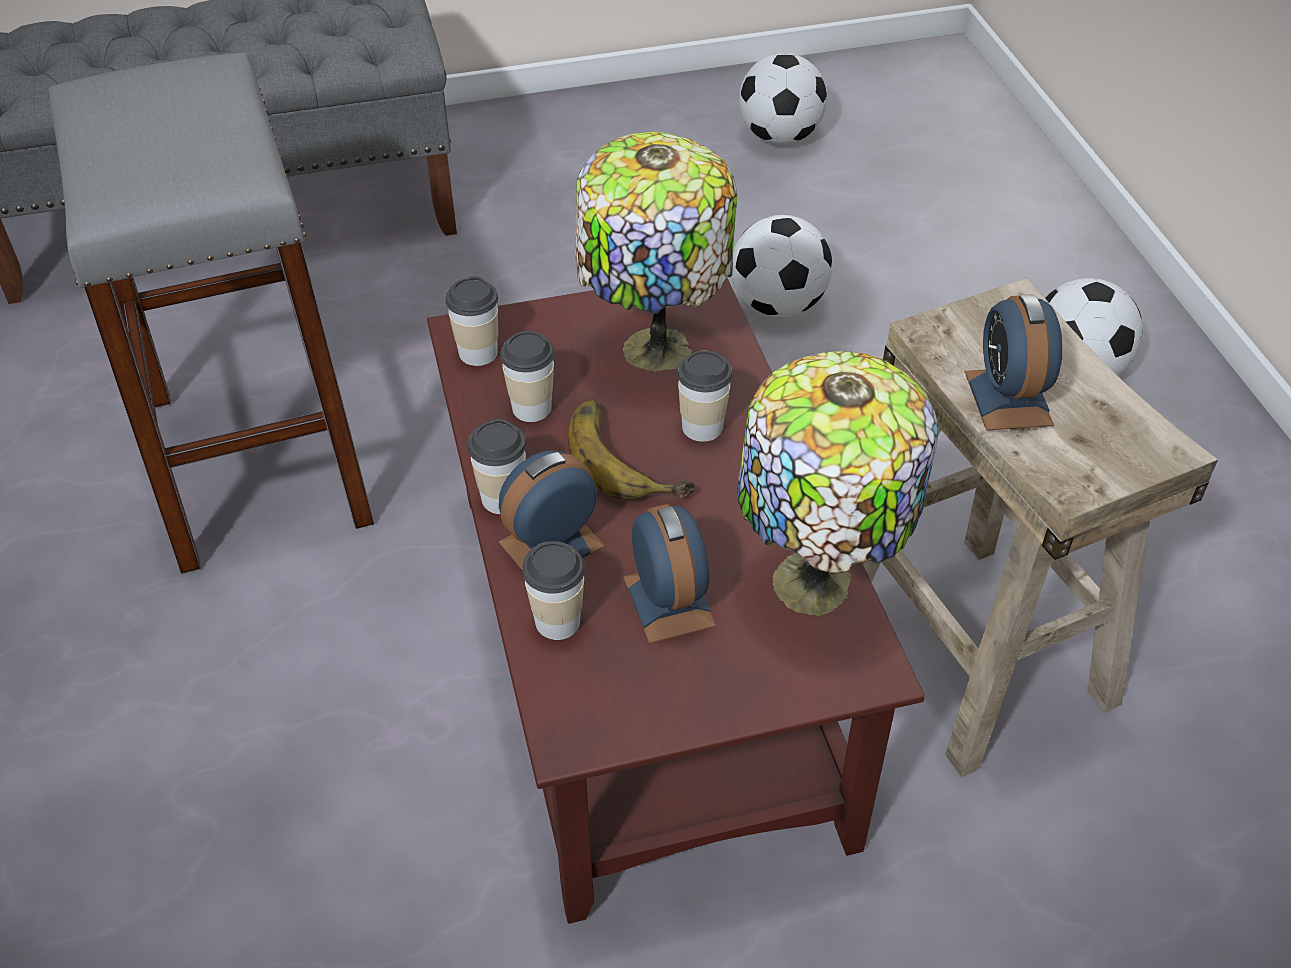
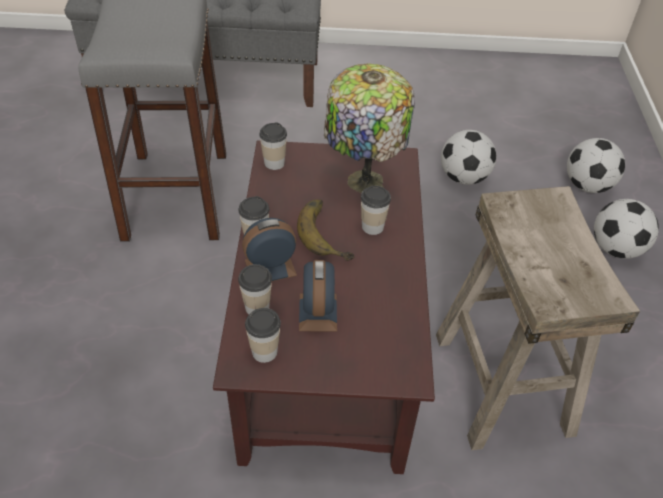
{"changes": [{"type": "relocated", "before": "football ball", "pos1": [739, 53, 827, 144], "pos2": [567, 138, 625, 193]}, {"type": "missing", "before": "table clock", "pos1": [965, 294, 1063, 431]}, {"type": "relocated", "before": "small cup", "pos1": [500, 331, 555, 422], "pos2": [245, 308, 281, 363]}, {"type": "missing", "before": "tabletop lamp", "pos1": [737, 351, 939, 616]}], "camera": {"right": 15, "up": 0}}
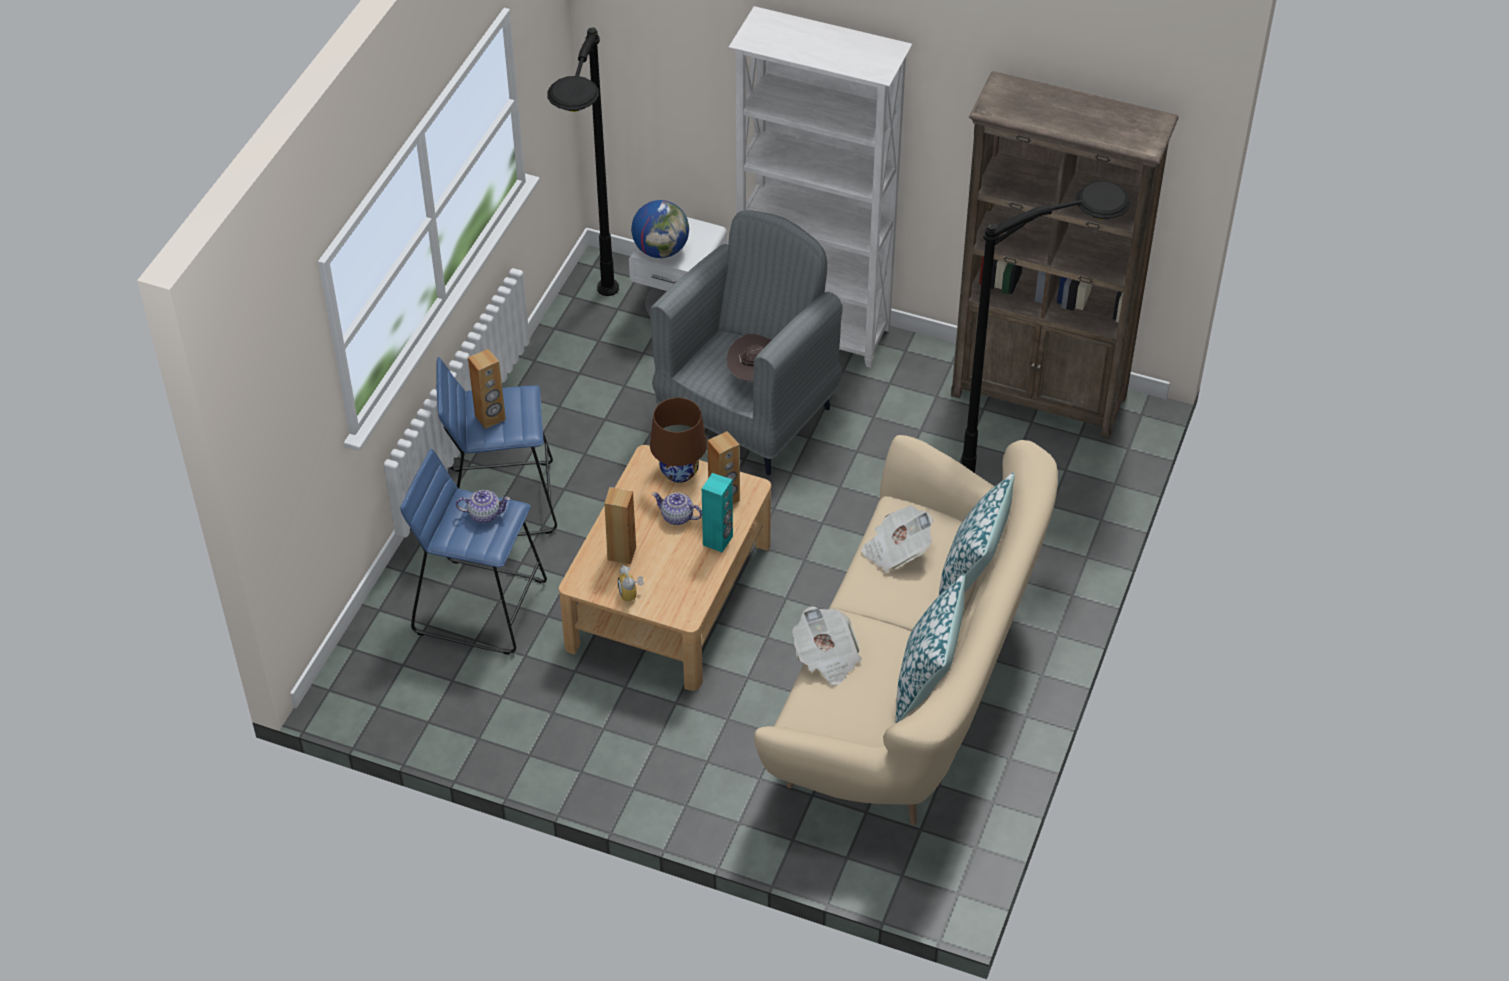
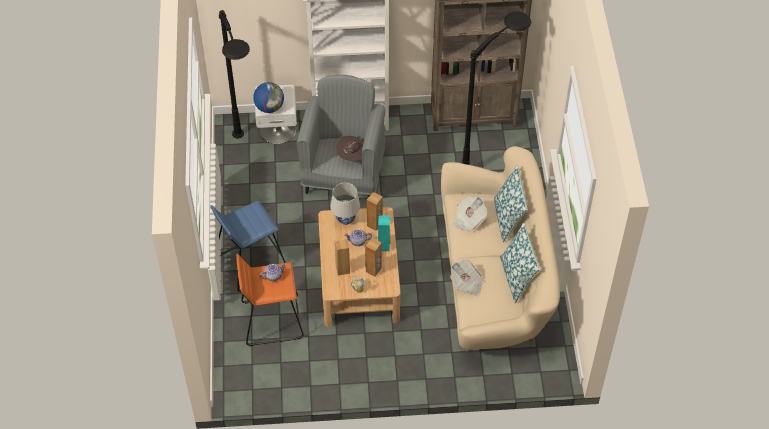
{"changes": [{"type": "relocated", "before": "audio speaker (brown)", "pos1": [468, 349, 506, 429], "pos2": [365, 238, 382, 276]}, {"type": "colour", "before": "tabletop lamp (brown)", "after": "tabletop lamp (white-coloured)", "pos1": [650, 398, 707, 483], "pos2": [331, 183, 360, 225]}, {"type": "colour", "before": "sitting stool (blue-coloured)", "after": "sitting stool (orange-coloured)", "pos1": [400, 449, 547, 655], "pos2": [236, 254, 304, 346]}], "camera": {"right": -25, "up": 5}}
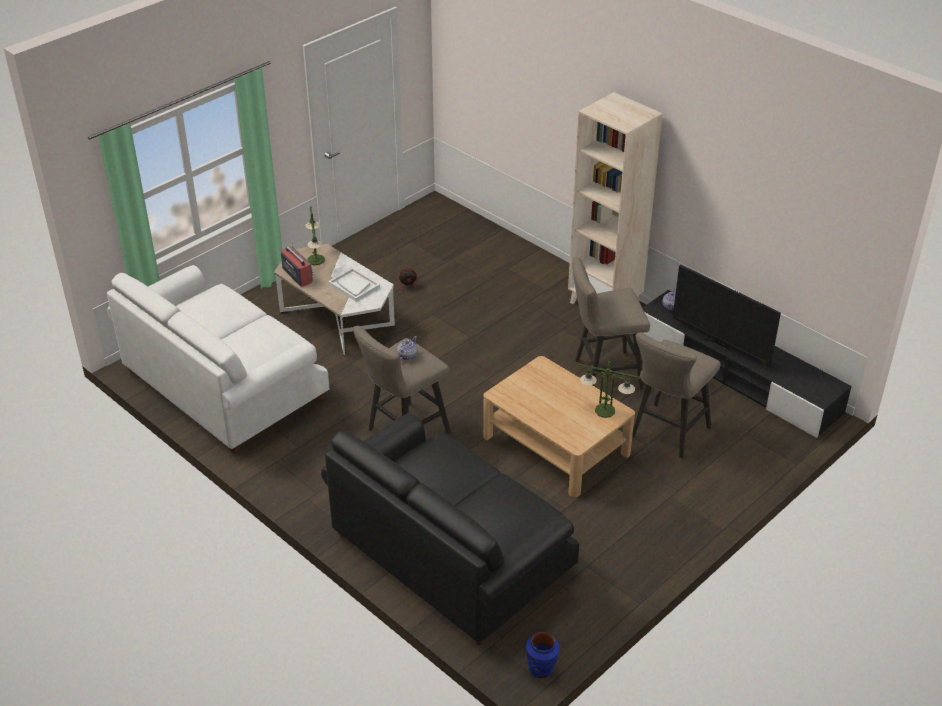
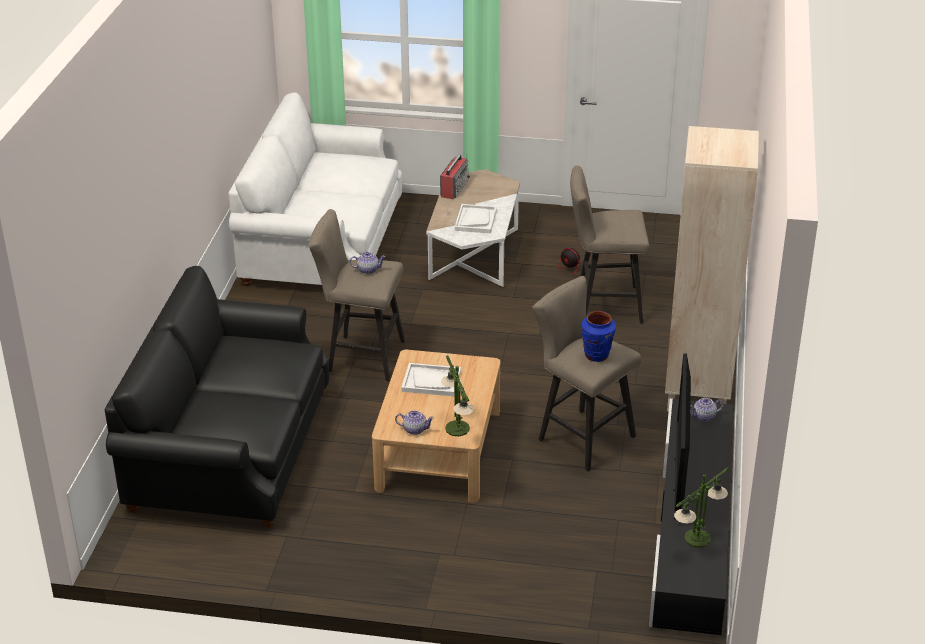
{"changes": [{"type": "relocated", "before": "tabletop lamp", "pos1": [305, 206, 325, 265], "pos2": [674, 467, 730, 547]}, {"type": "relocated", "before": "sitting stool (beige-coloured)", "pos1": [632, 333, 721, 459], "pos2": [570, 166, 650, 323]}, {"type": "relocated", "before": "flower vase (blue-coloured)", "pos1": [526, 632, 559, 678], "pos2": [581, 311, 616, 362]}, {"type": "appeared", "after": "serving tray (white-coloured)", "pos2": [402, 363, 461, 396]}, {"type": "appeared", "after": "tea pot", "pos2": [395, 410, 434, 435]}], "camera": {"right": 55, "up": -5}}
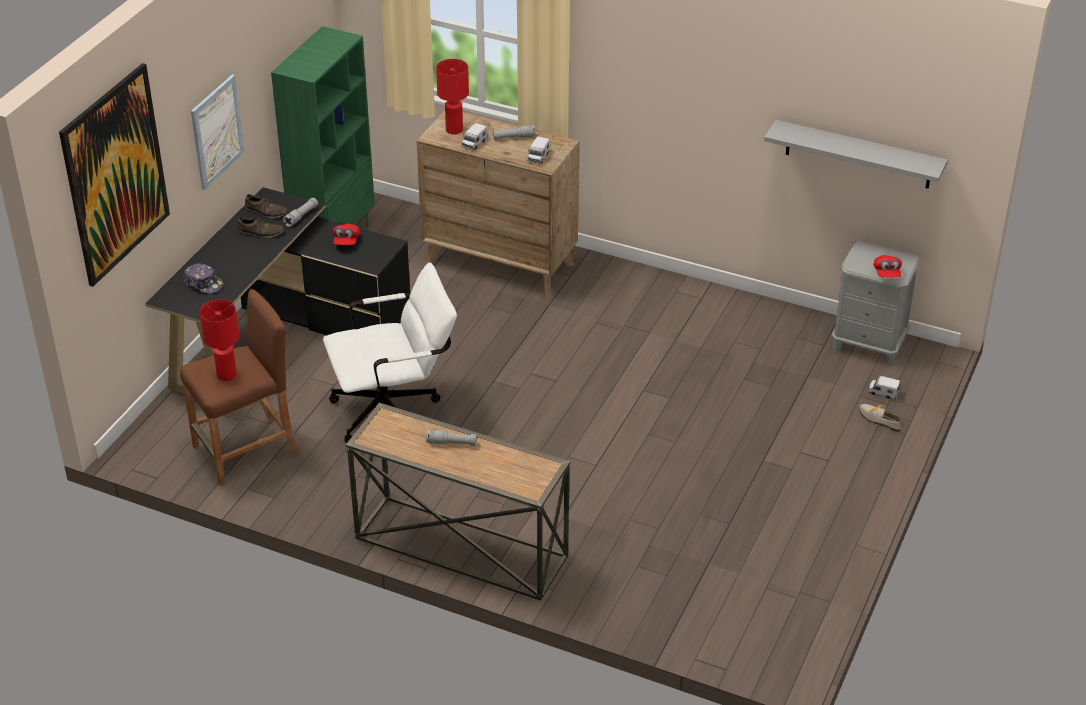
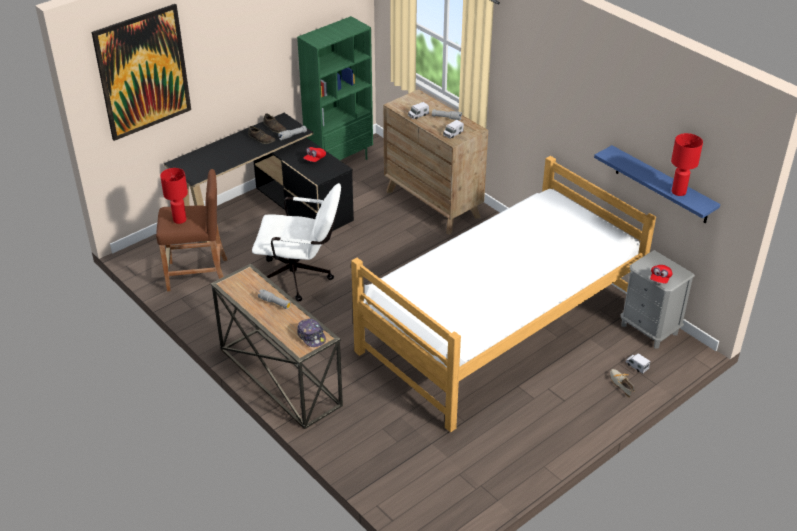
{"changes": [{"type": "relocated", "before": "tabletop lamp (red-coloured)", "pos1": [436, 59, 469, 134], "pos2": [671, 133, 703, 196]}, {"type": "missing", "before": "picture", "pos1": [191, 74, 244, 190]}, {"type": "colour", "before": "shelf (grey)", "after": "shelf (blue-coloured)", "pos1": [764, 120, 948, 189], "pos2": [594, 145, 721, 223]}, {"type": "relocated", "before": "baseball cap", "pos1": [183, 263, 224, 294], "pos2": [297, 319, 326, 347]}, {"type": "appeared", "after": "bedroom bed", "pos2": [351, 156, 656, 432]}], "camera": {"right": 25, "up": 0}}
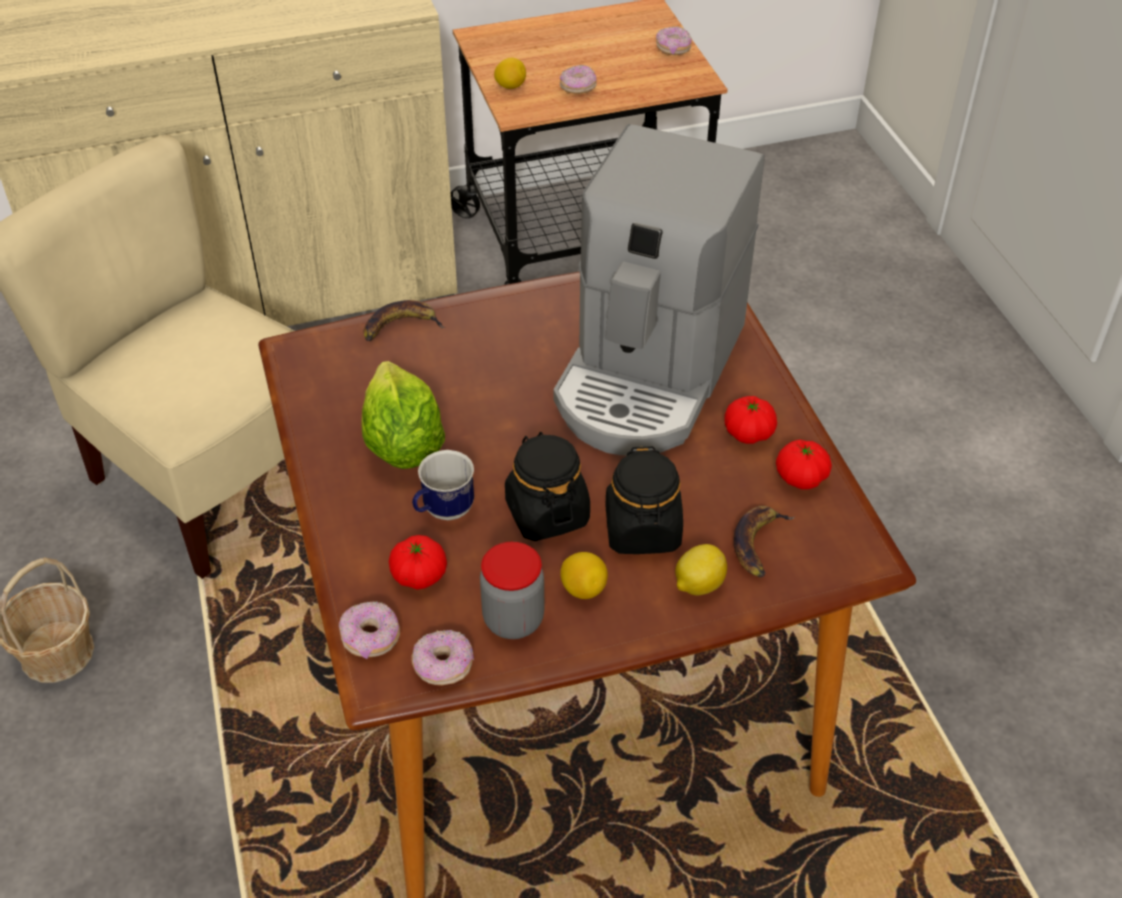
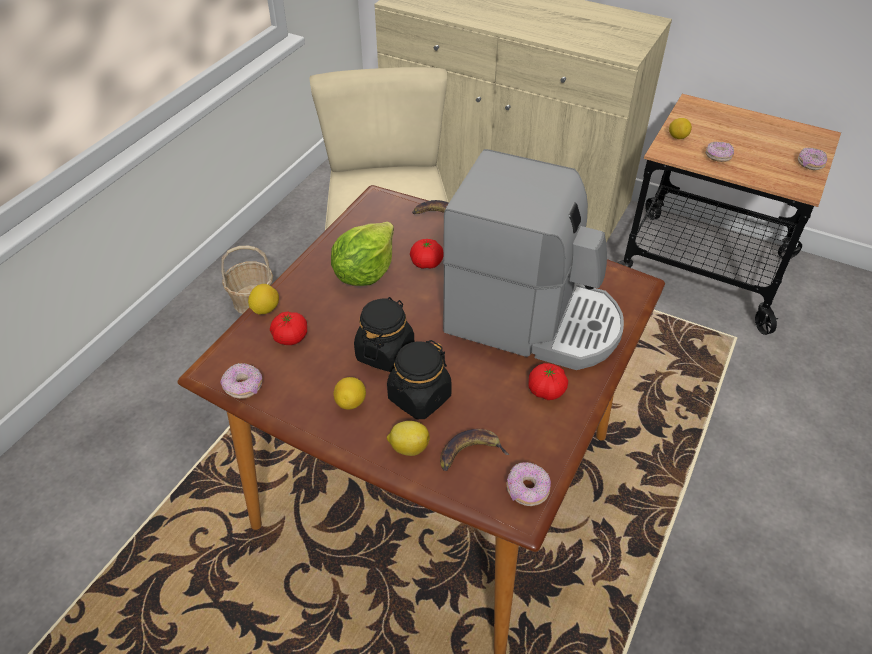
{"changes": [{"type": "spun", "before": "coffee maker", "pos1": [554, 124, 765, 456], "pos2": [443, 149, 624, 370], "turn": -135}, {"type": "relocated", "before": "whole tomato", "pos1": [776, 439, 832, 489], "pos2": [410, 239, 443, 269]}, {"type": "missing", "before": "coffee mug", "pos1": [412, 450, 474, 520]}, {"type": "missing", "before": "jar", "pos1": [480, 542, 545, 639]}, {"type": "relocated", "before": "donut", "pos1": [339, 601, 400, 659], "pos2": [506, 462, 551, 506]}, {"type": "appeared", "after": "whole lemon", "pos2": [248, 284, 279, 315]}], "camera": {"right": 45, "up": 0}}
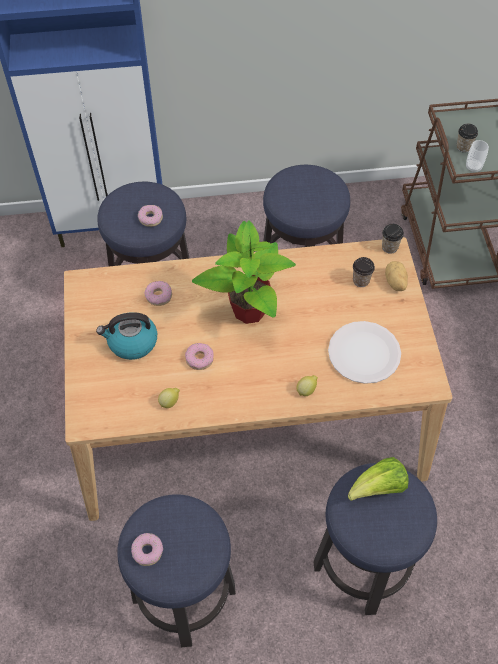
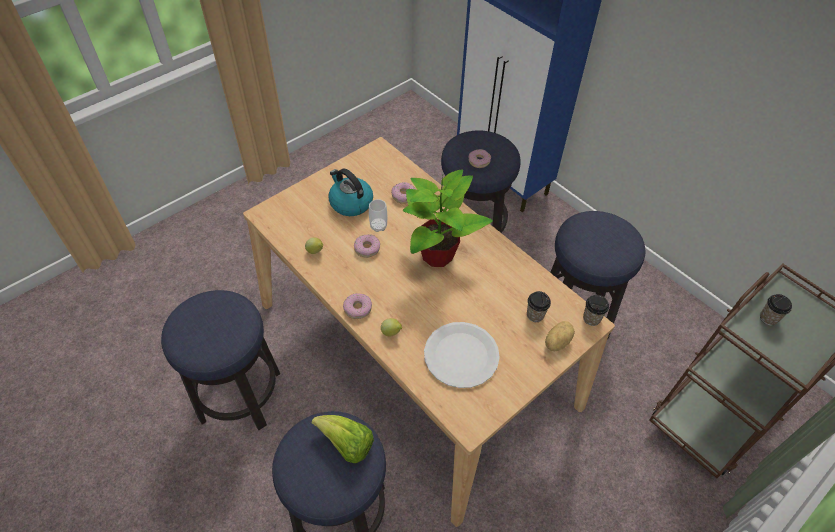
{"changes": [{"type": "relocated", "before": "small cup", "pos1": [466, 140, 489, 173], "pos2": [369, 199, 387, 232]}, {"type": "relocated", "before": "donut", "pos1": [131, 533, 163, 566], "pos2": [343, 293, 372, 319]}], "camera": {"right": 55, "up": -5}}
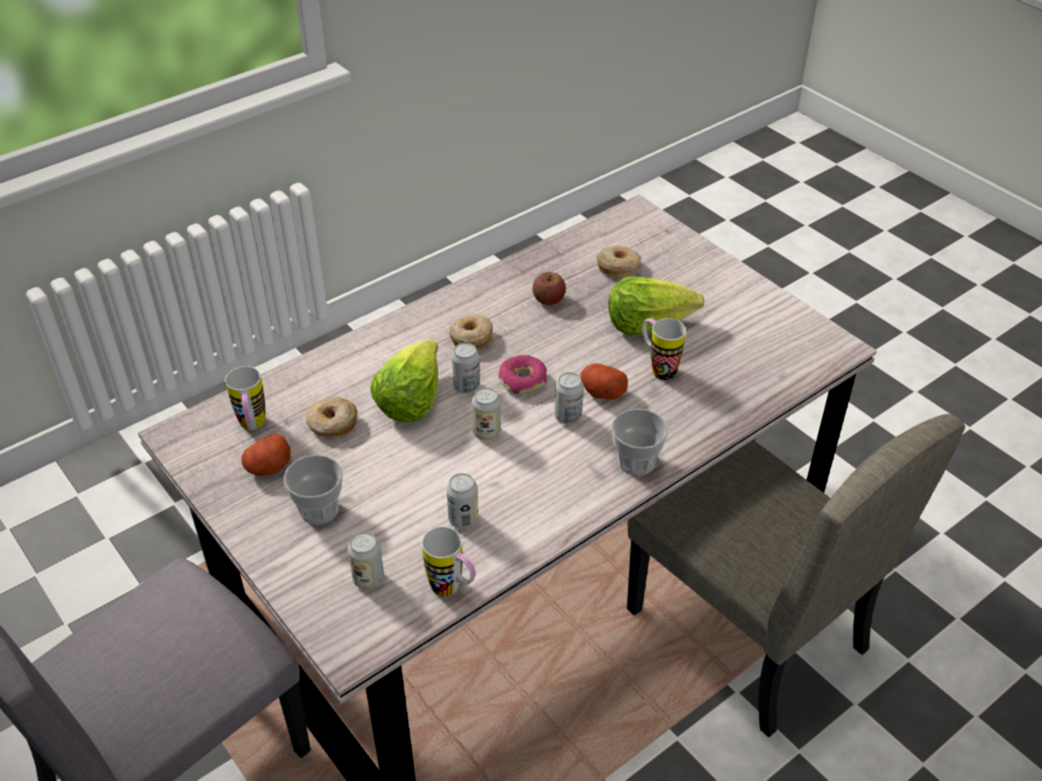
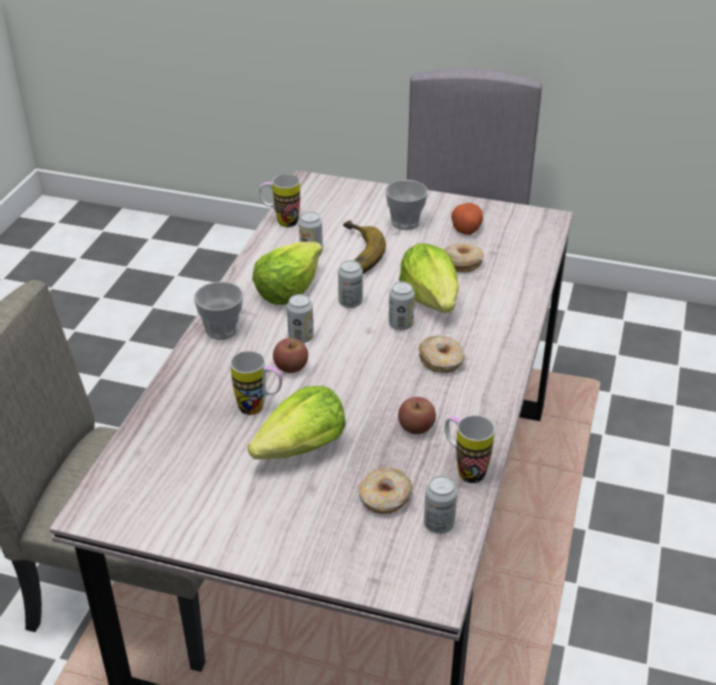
{"changes": [{"type": "missing", "before": "donut", "pos1": [498, 355, 547, 395]}, {"type": "exchanged", "before": "potato", "after": "apple", "pos1": [580, 363, 628, 400], "pos2": [273, 338, 308, 373]}, {"type": "relocated", "before": "coffee mug", "pos1": [225, 366, 265, 430], "pos2": [445, 415, 495, 483]}, {"type": "relocated", "before": "metal can", "pos1": [348, 532, 384, 589], "pos2": [424, 476, 457, 534]}, {"type": "appeared", "after": "banana", "pos2": [343, 220, 386, 274]}, {"type": "appeared", "after": "lettuce head", "pos2": [252, 242, 323, 305]}], "camera": {"right": 145, "up": -5}}
